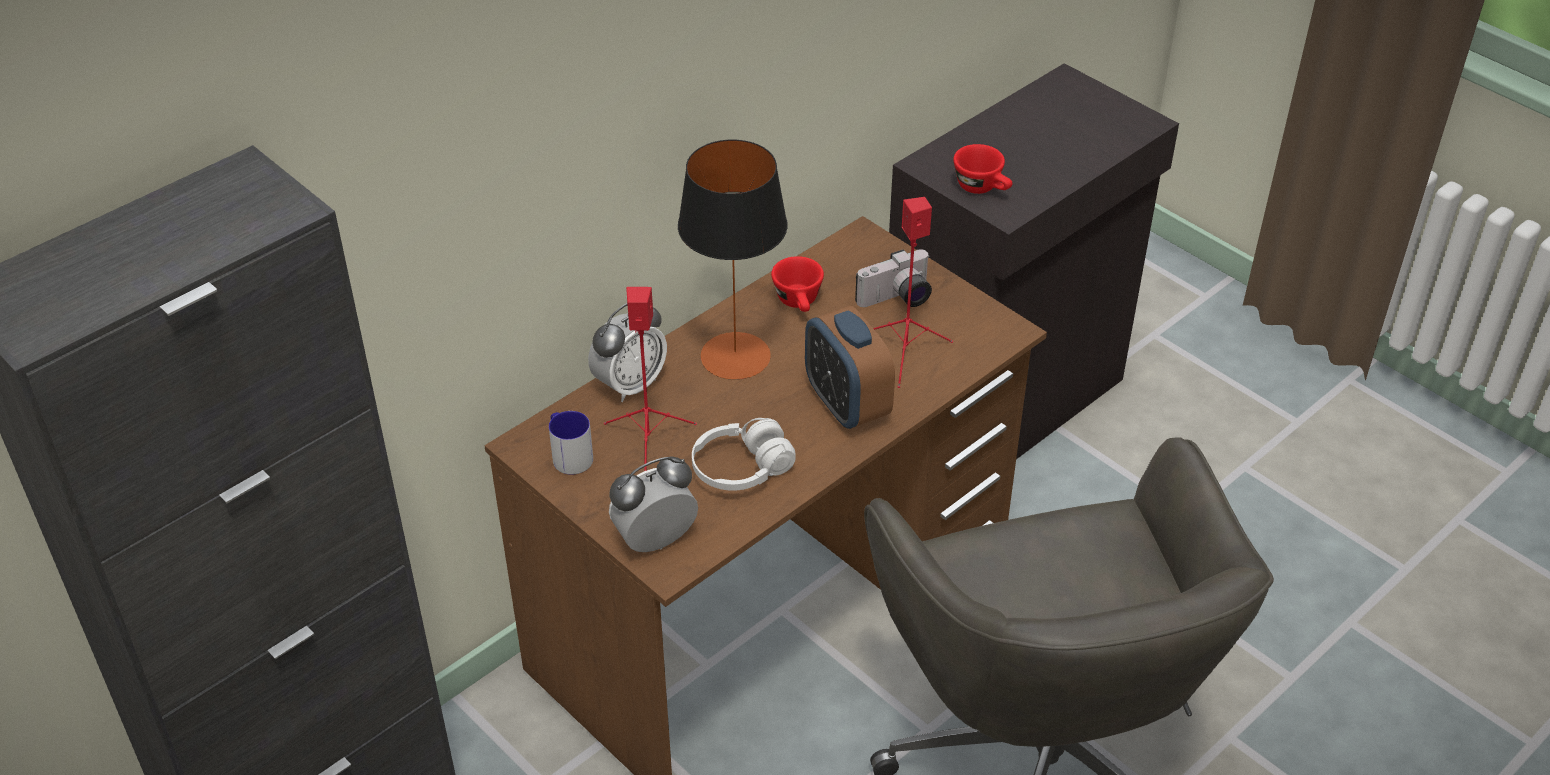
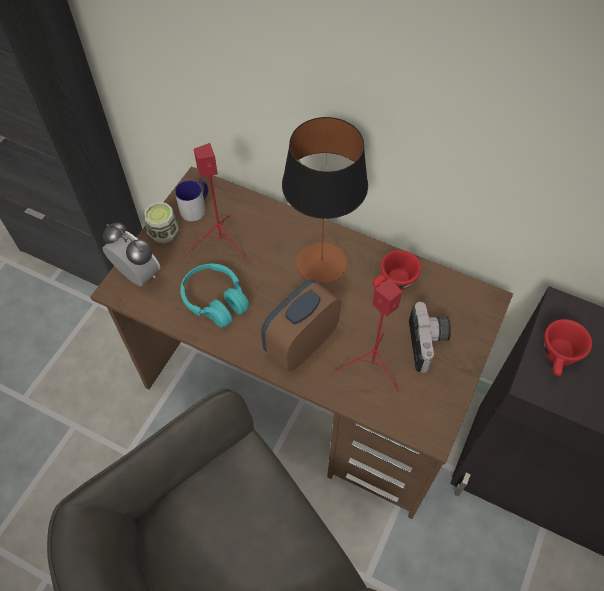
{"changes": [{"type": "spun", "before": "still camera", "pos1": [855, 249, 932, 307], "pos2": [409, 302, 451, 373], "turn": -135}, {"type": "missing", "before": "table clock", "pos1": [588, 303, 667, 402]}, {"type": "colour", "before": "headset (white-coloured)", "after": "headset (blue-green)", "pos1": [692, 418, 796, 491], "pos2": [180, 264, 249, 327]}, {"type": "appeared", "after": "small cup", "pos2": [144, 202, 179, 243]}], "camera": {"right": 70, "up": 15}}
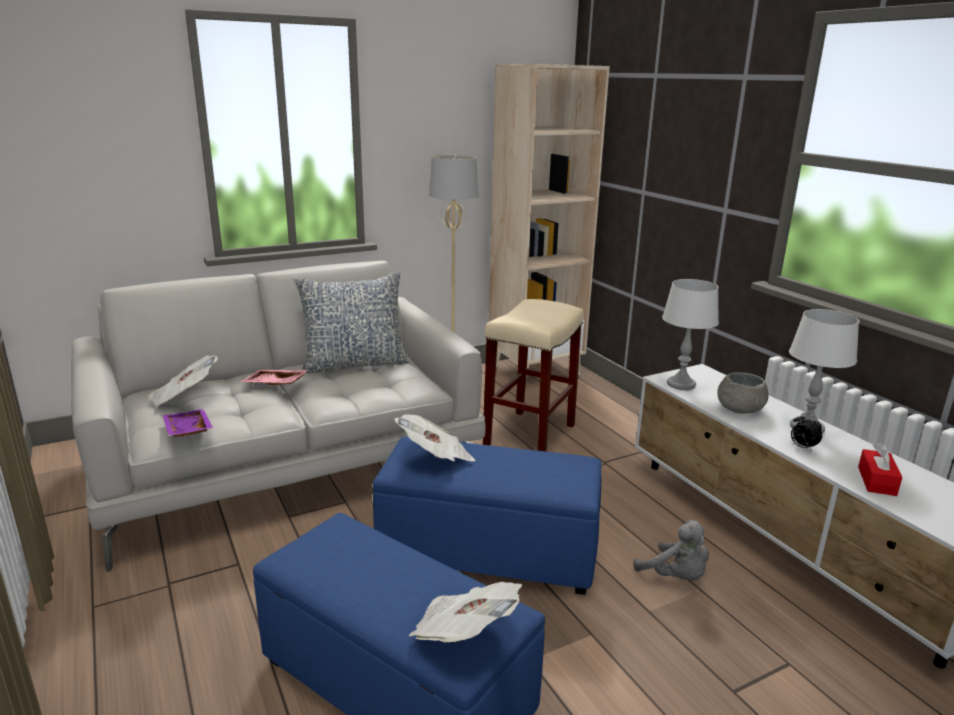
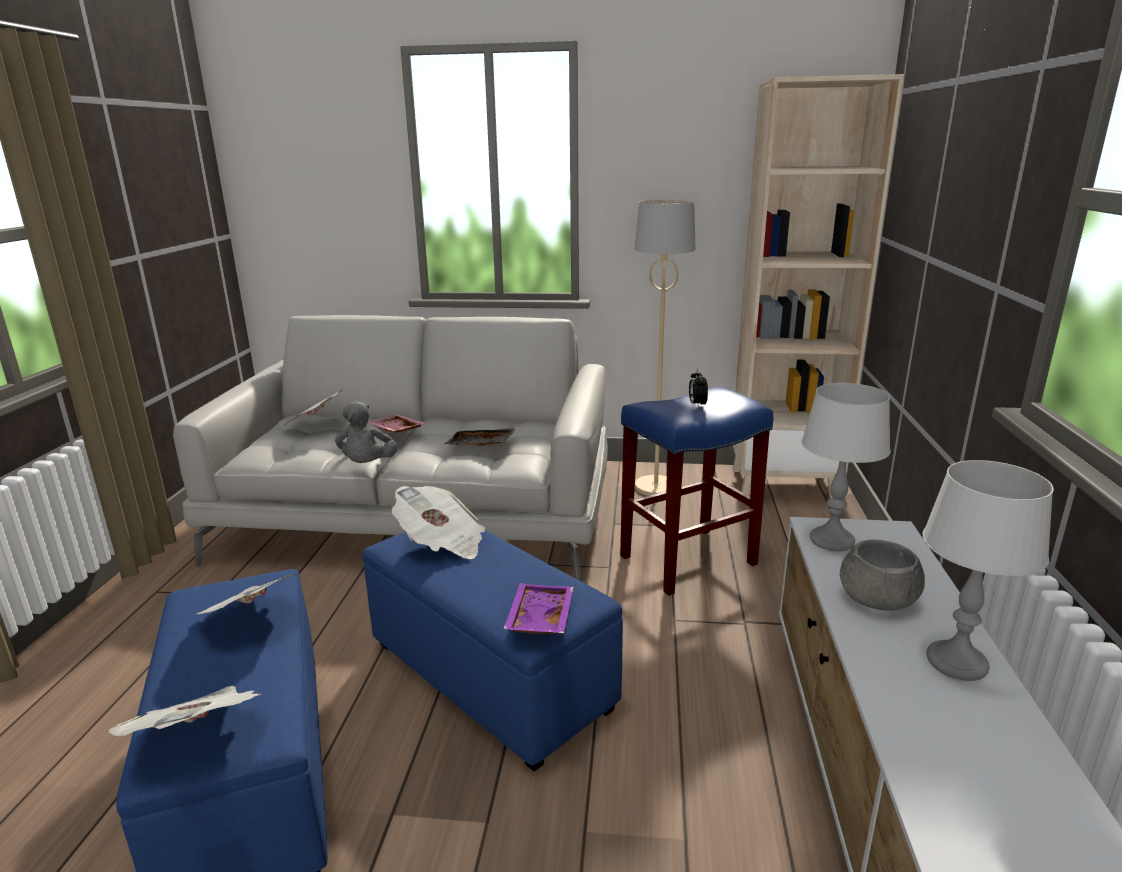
{"changes": [{"type": "missing", "before": "pillow", "pos1": [294, 272, 409, 373]}, {"type": "colour", "before": "sitting stool (beige-coloured)", "after": "sitting stool (blue-coloured)", "pos1": [483, 299, 583, 451], "pos2": [620, 387, 773, 596]}, {"type": "relocated", "before": "serving tray (purple)", "pos1": [163, 409, 213, 437], "pos2": [503, 583, 573, 634]}, {"type": "relocated", "before": "table clock", "pos1": [791, 413, 822, 452], "pos2": [689, 369, 708, 408]}, {"type": "missing", "before": "box of tissues (red-coloured)", "pos1": [858, 443, 902, 496]}, {"type": "relocated", "before": "cuddly toy (grey)", "pos1": [633, 520, 709, 581], "pos2": [335, 402, 397, 463]}, {"type": "appeared", "after": "serving tray (black)", "pos2": [445, 428, 517, 446]}, {"type": "appeared", "after": "newspaper", "pos2": [195, 573, 298, 615]}], "camera": {"right": 35, "up": 0}}
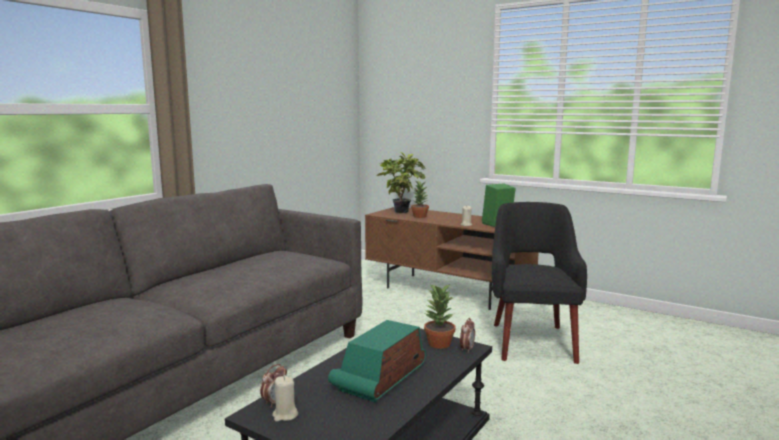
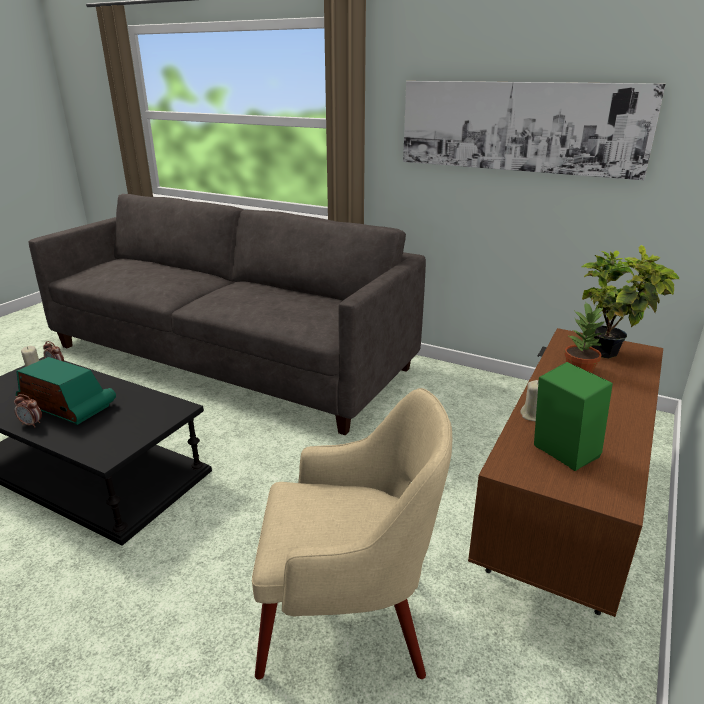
{"changes": [{"type": "colour", "before": "armchair (black)", "after": "armchair (beige-coloured)", "pos1": [492, 202, 587, 364], "pos2": [252, 388, 452, 680]}, {"type": "missing", "before": "plant in a pot", "pos1": [424, 284, 455, 349]}, {"type": "relocated", "before": "table clock", "pos1": [460, 318, 475, 353], "pos2": [14, 394, 42, 427]}, {"type": "appeared", "after": "picture", "pos2": [403, 81, 666, 180]}], "camera": {"right": 85, "up": 15}}
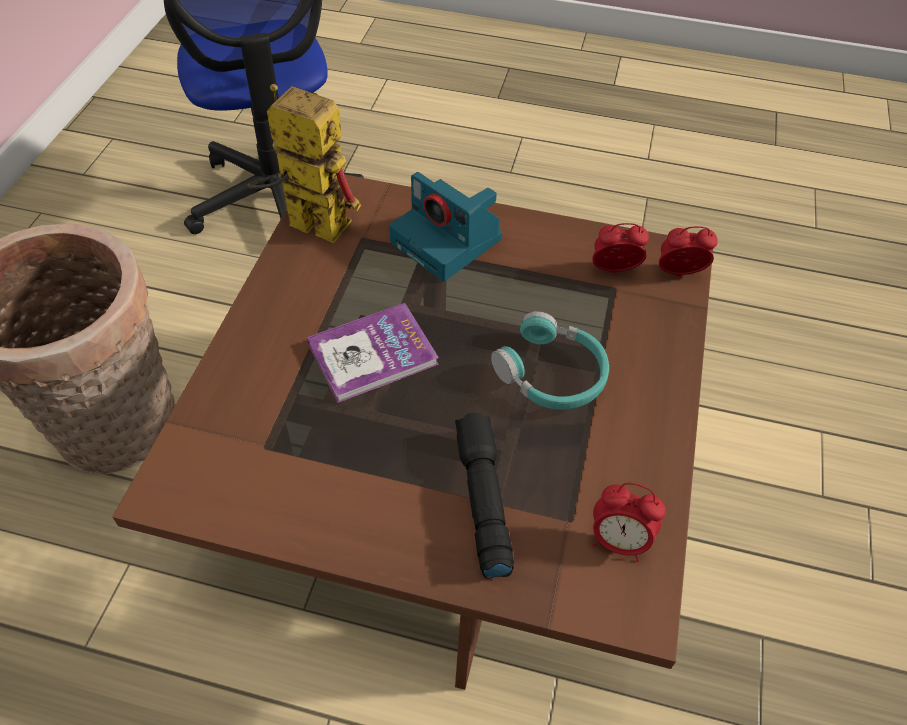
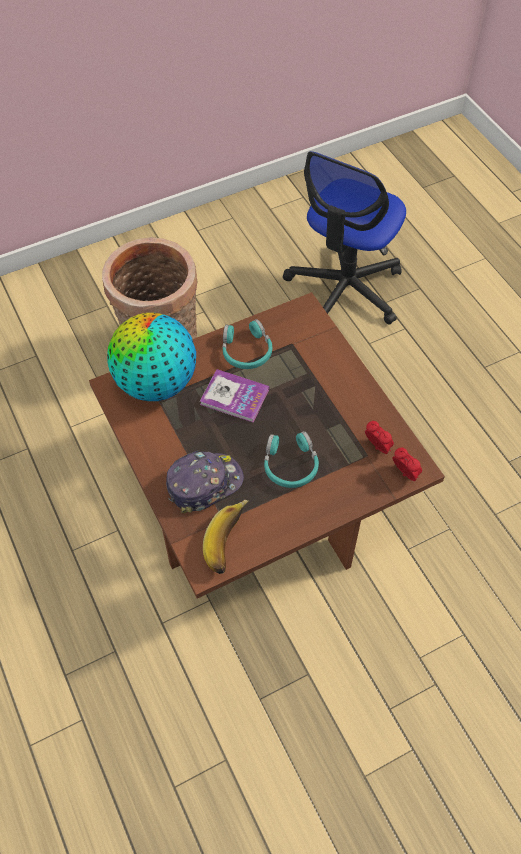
{"changes": [{"type": "missing", "before": "model robot", "pos1": [247, 84, 361, 243]}, {"type": "missing", "before": "still camera", "pos1": [389, 172, 502, 281]}, {"type": "exchanged", "before": "hand torch (black)", "after": "baseball cap", "pos1": [455, 413, 514, 579], "pos2": [166, 451, 244, 514]}, {"type": "exchanged", "before": "table clock", "after": "banana", "pos1": [592, 483, 666, 561], "pos2": [203, 500, 248, 574]}, {"type": "appeared", "after": "world globe", "pos2": [107, 313, 196, 401]}, {"type": "appeared", "after": "headset (blue-green)", "pos2": [223, 319, 272, 369]}], "camera": {"right": 50, "up": 5}}
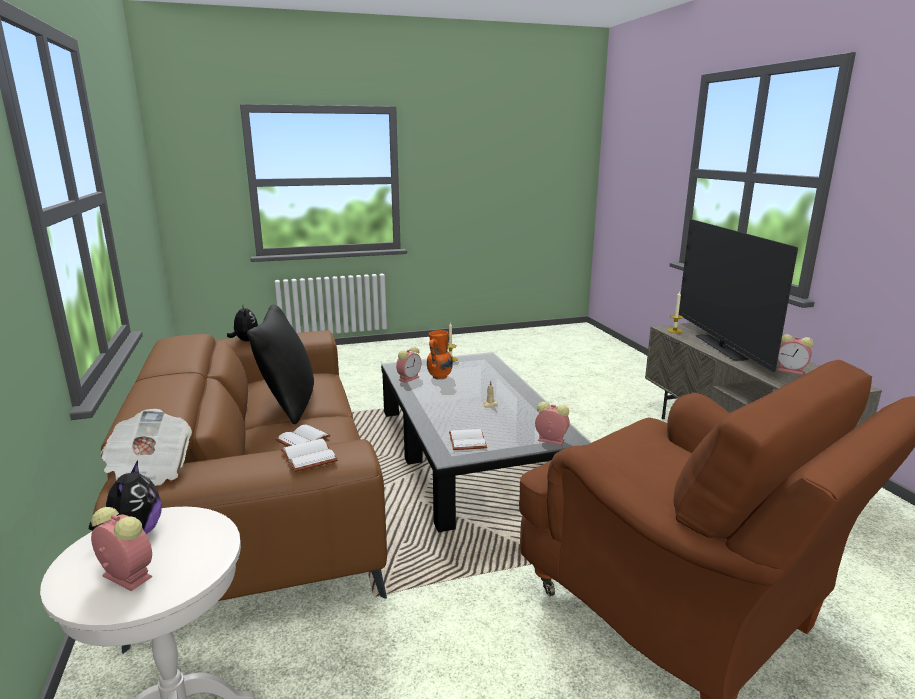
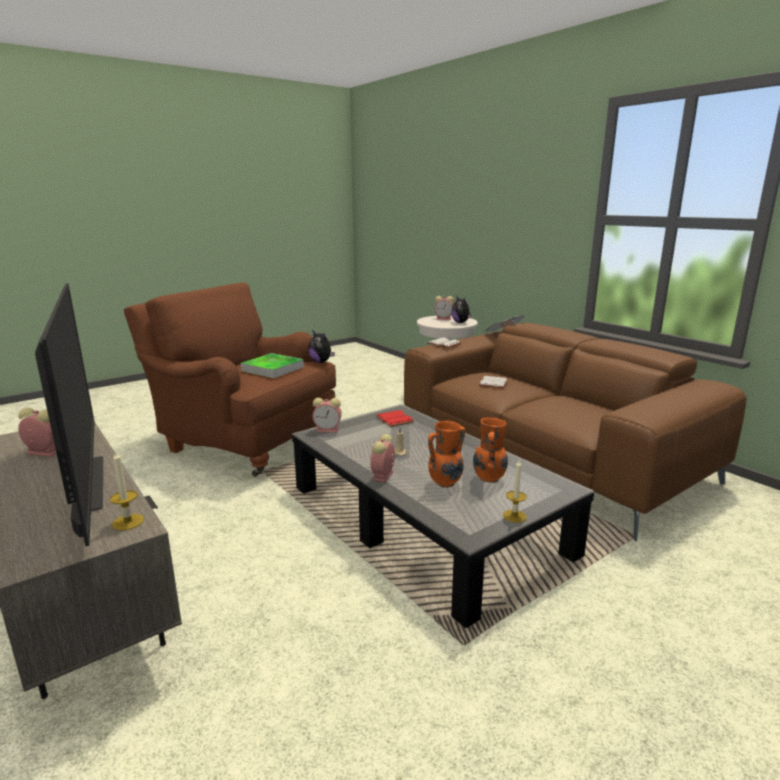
{"changes": [{"type": "missing", "before": "pillow (black)", "pos1": [247, 305, 314, 424]}, {"type": "relocated", "before": "cuddly toy", "pos1": [227, 307, 258, 341], "pos2": [308, 330, 335, 363]}, {"type": "relocated", "before": "table clock", "pos1": [396, 347, 421, 383], "pos2": [370, 434, 395, 483]}, {"type": "colour", "before": "volume (white-coloured)", "after": "volume (red-coloured)", "pos1": [449, 429, 487, 450], "pos2": [376, 410, 414, 427]}, {"type": "appeared", "after": "serving tray", "pos2": [241, 353, 304, 378]}, {"type": "appeared", "after": "flower vase (orange-coloured)", "pos2": [428, 420, 465, 488]}], "camera": {"right": 160, "up": 0}}
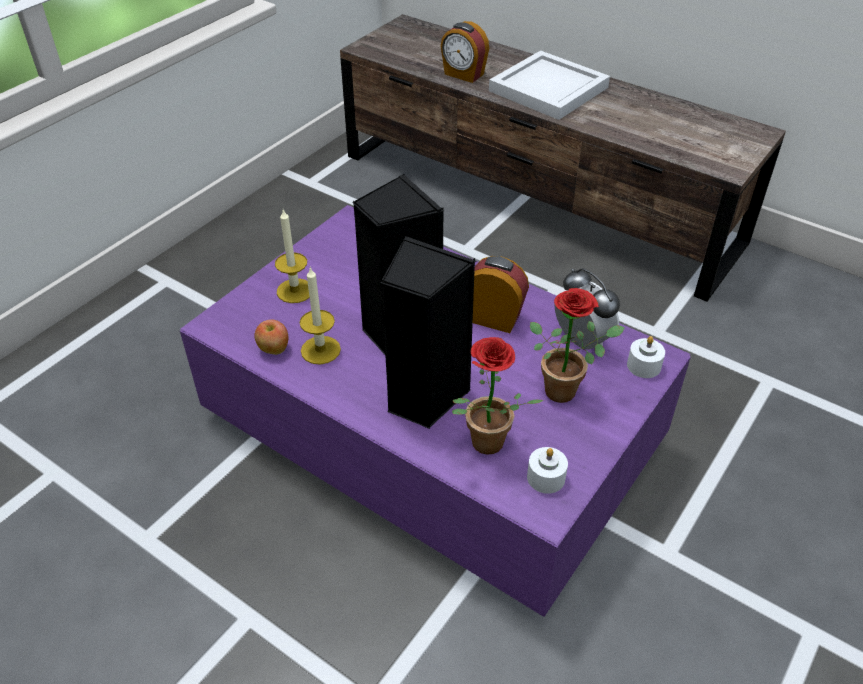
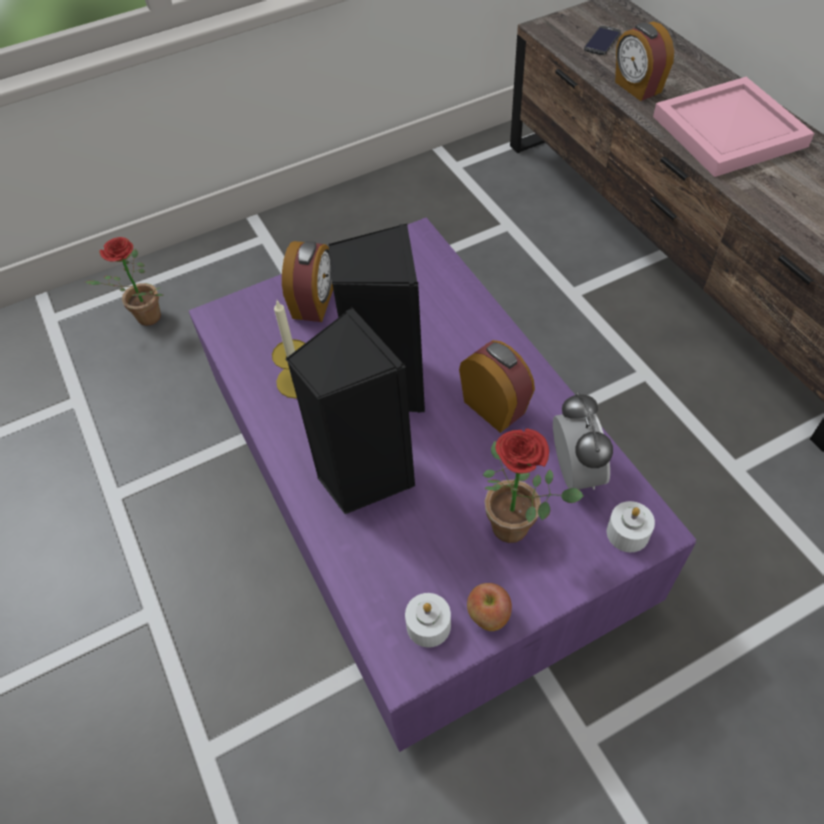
{"changes": [{"type": "colour", "before": "serving tray (white-coloured)", "after": "serving tray (pinkish)", "pos1": [489, 51, 610, 120], "pos2": [653, 77, 814, 177]}, {"type": "exchanged", "before": "wax candle", "after": "table clock", "pos1": [275, 209, 310, 303], "pos2": [282, 241, 333, 322]}, {"type": "relocated", "before": "apple", "pos1": [254, 320, 289, 355], "pos2": [467, 583, 512, 631]}, {"type": "relocated", "before": "plant in a pot", "pos1": [452, 337, 544, 455], "pos2": [85, 237, 163, 326]}, {"type": "appeared", "after": "phone", "pos2": [584, 26, 621, 55]}], "camera": {"right": 30, "up": 10}}
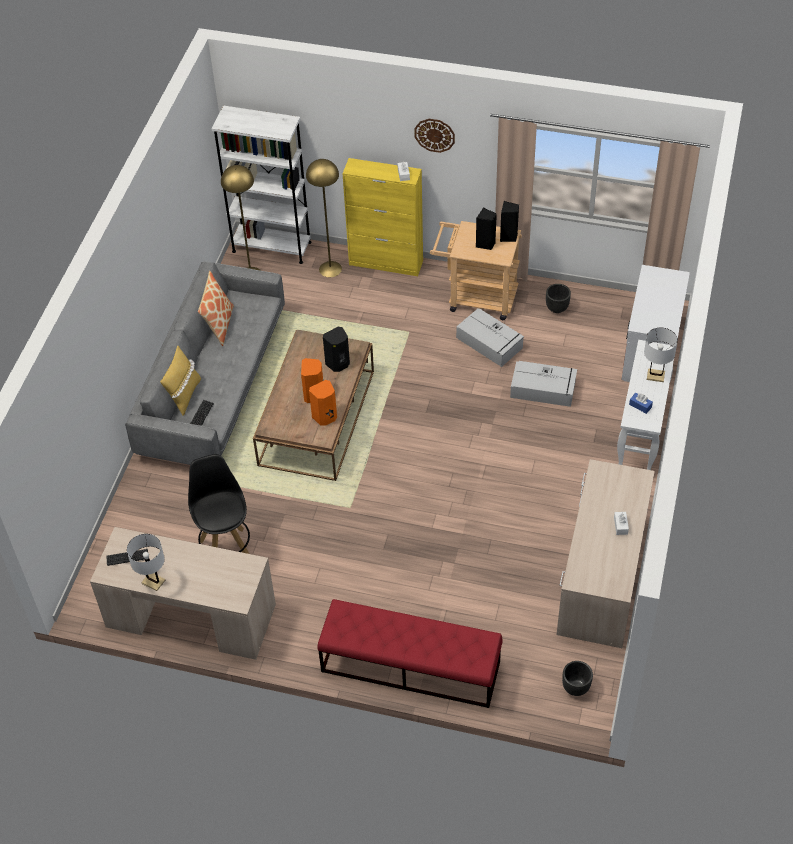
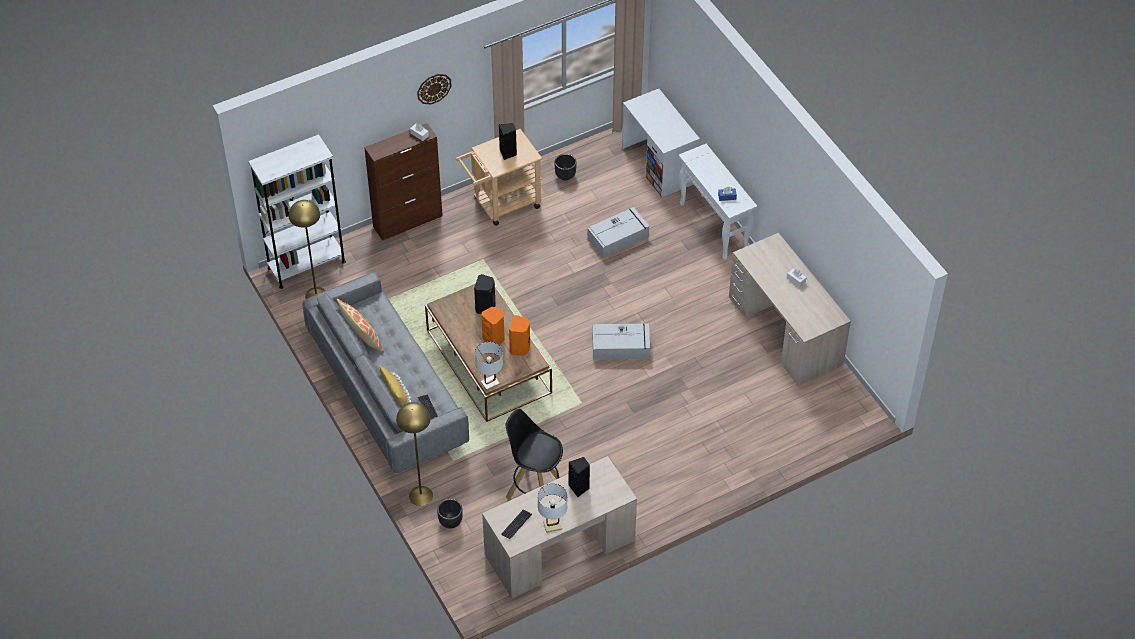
{"changes": [{"type": "colour", "before": "cabinet (yellow)", "after": "cabinet (brown)", "pos1": [342, 158, 423, 276], "pos2": [364, 123, 443, 241]}, {"type": "relocated", "before": "standing lamp (yellow)", "pos1": [306, 159, 342, 277], "pos2": [396, 402, 433, 506]}, {"type": "relocated", "before": "audio speaker (black)", "pos1": [500, 201, 519, 242], "pos2": [569, 457, 590, 497]}, {"type": "relocated", "before": "storage box (grey)", "pos1": [456, 309, 524, 367], "pos2": [592, 323, 650, 359]}, {"type": "relocated", "before": "tabletop lamp (white-coloured)", "pos1": [644, 327, 678, 382], "pos2": [475, 342, 503, 390]}, {"type": "missing", "before": "indoor bench (red-coloured)", "pos1": [317, 599, 503, 708]}, {"type": "relocated", "before": "plant pot (black)", "pos1": [562, 661, 593, 696], "pos2": [437, 499, 463, 528]}], "camera": {"right": -45, "up": 0}}
